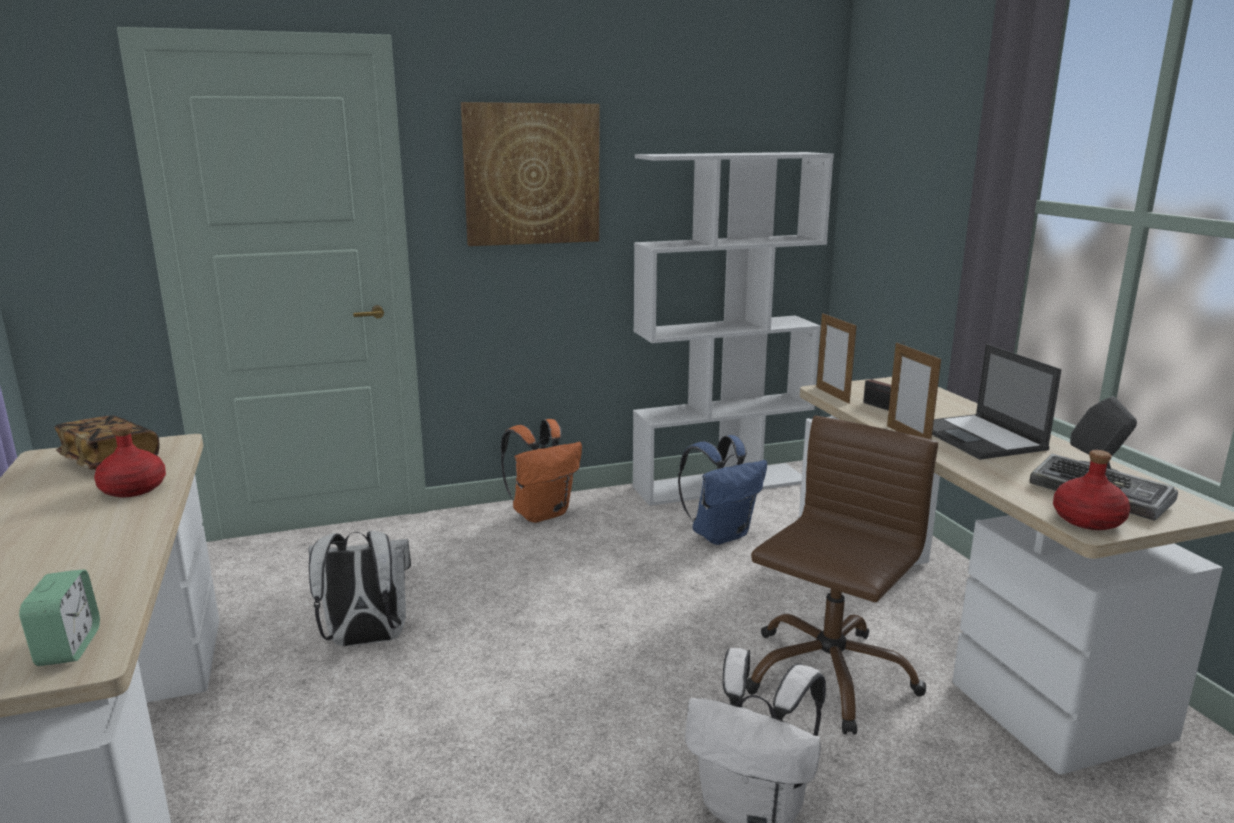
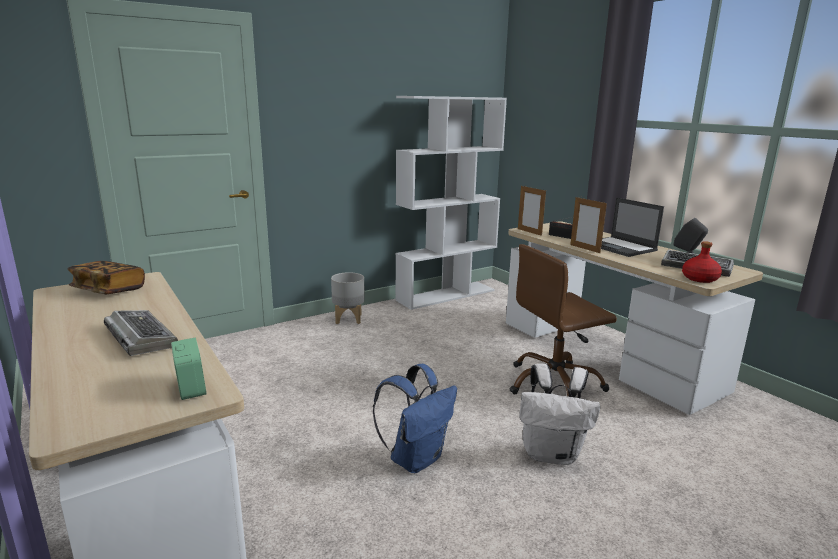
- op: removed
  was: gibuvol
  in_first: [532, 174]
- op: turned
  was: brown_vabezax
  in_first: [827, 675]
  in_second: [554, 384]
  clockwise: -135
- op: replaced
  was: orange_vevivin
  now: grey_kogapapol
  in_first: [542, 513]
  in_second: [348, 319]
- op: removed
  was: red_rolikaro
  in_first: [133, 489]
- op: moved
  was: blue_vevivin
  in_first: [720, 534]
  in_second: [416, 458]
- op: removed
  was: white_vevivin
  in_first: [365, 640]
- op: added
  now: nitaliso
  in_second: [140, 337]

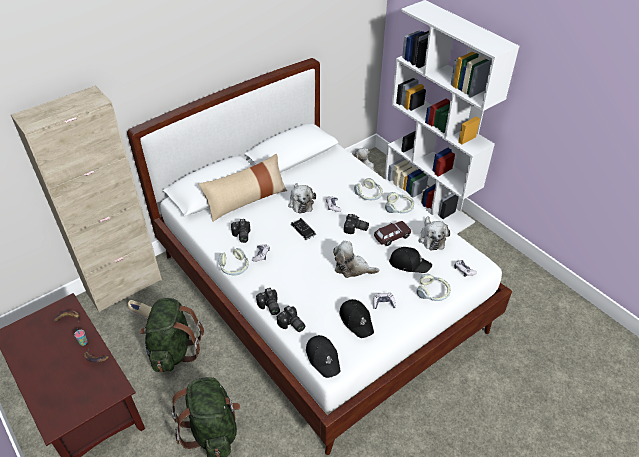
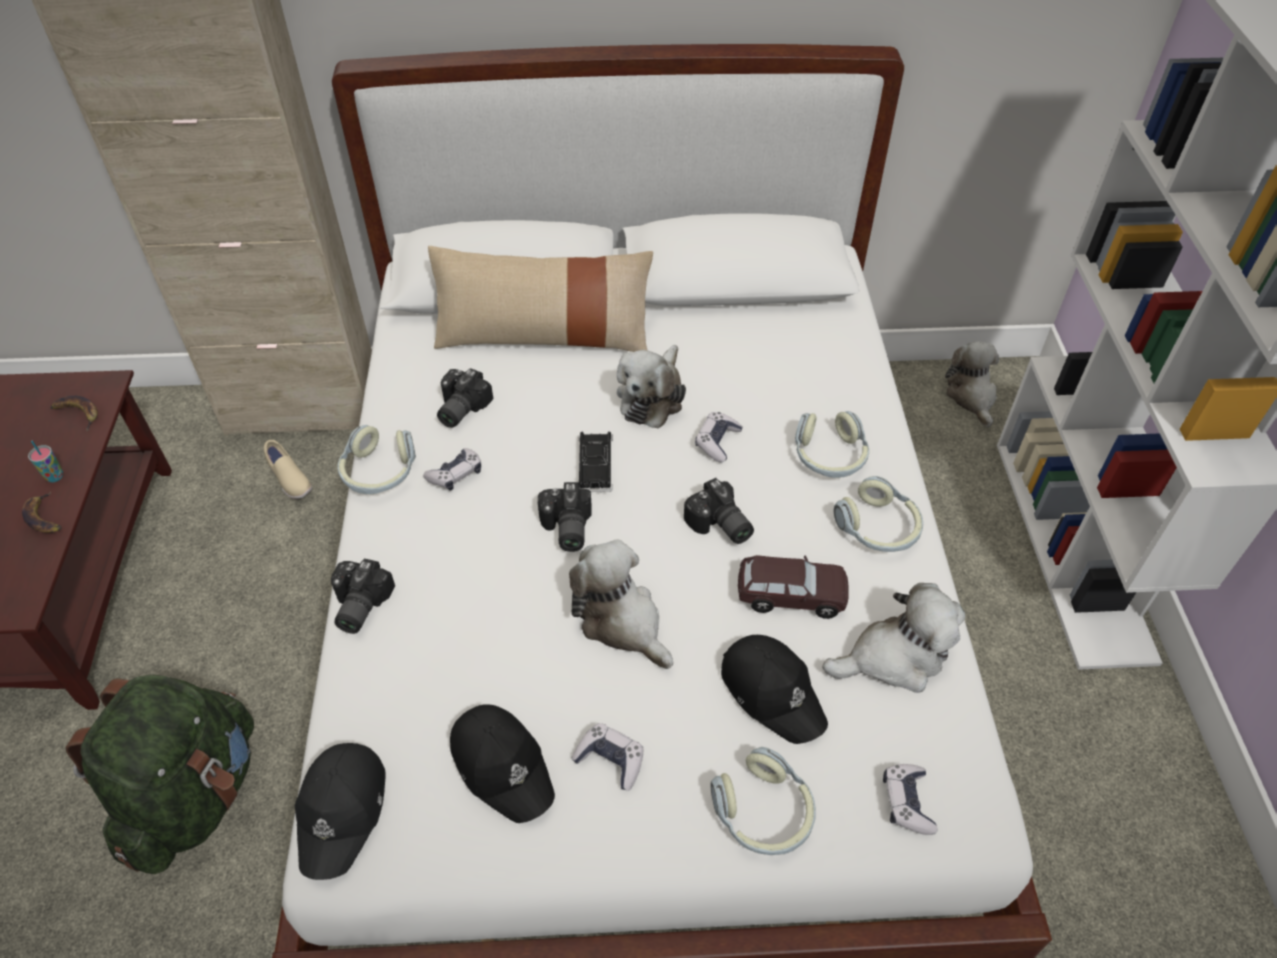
- op: turned
  was: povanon
  in_first: [431, 238]
  in_second: [894, 657]
  clockwise: -135
- op: removed
  was: green_vevivin
  in_first: [173, 350]
- op: turned
  was: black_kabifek
  in_first: [356, 320]
  in_second: [503, 765]
  clockwise: -45
- op: moved
  was: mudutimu
  in_first: [291, 325]
  in_second: [565, 529]

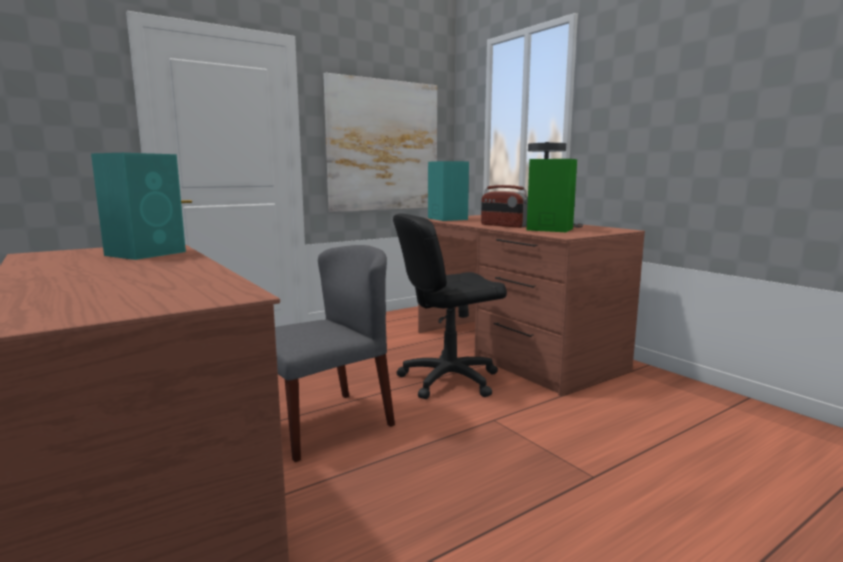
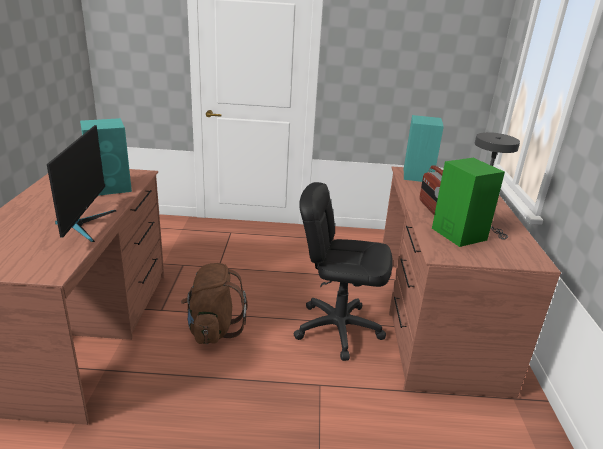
- op: removed
  was: gibuvol
  in_first: [383, 146]
- op: replaced
  was: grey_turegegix
  now: brown_vevivin
  in_first: [325, 424]
  in_second: [213, 329]
- op: added
  now: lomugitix
  in_second: [84, 224]

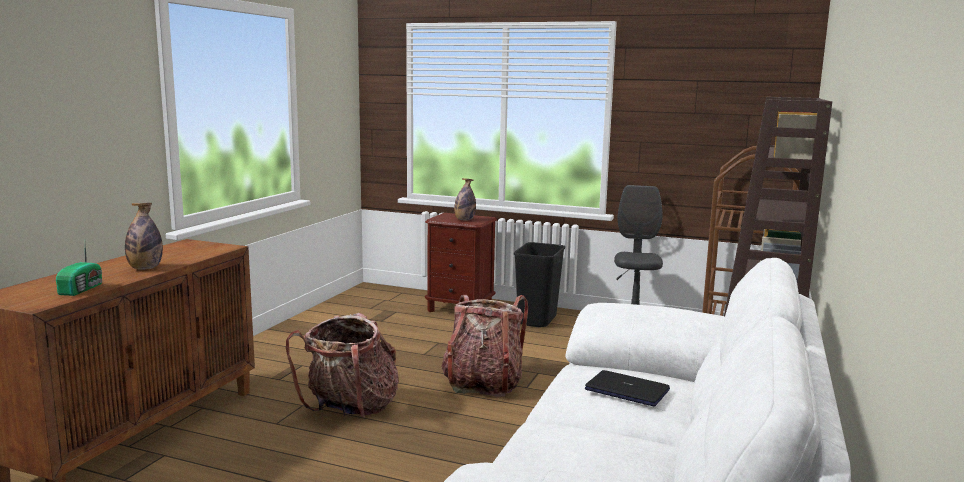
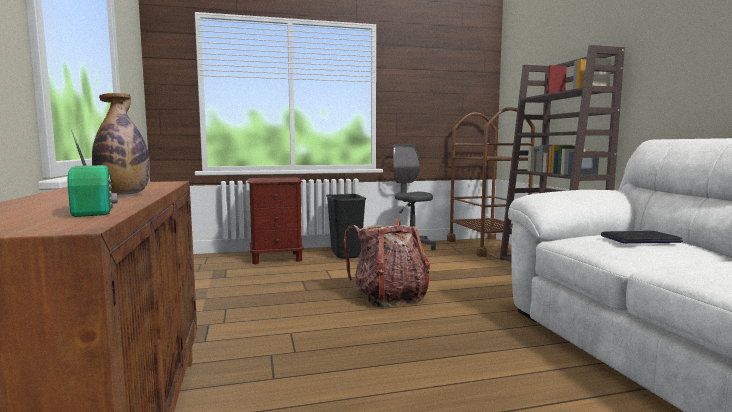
- op: removed
  was: rolikaro
  in_first: [464, 220]
- op: removed
  was: vevivin
  in_first: [350, 409]

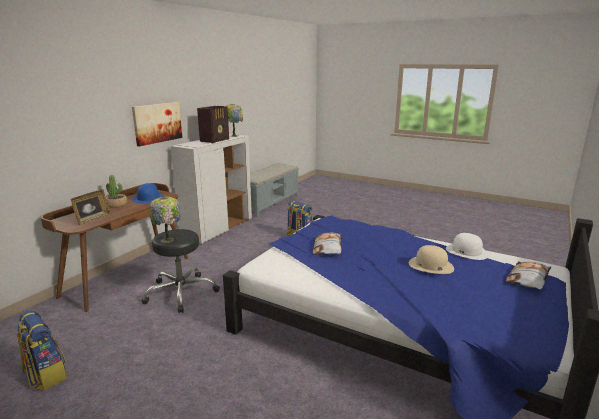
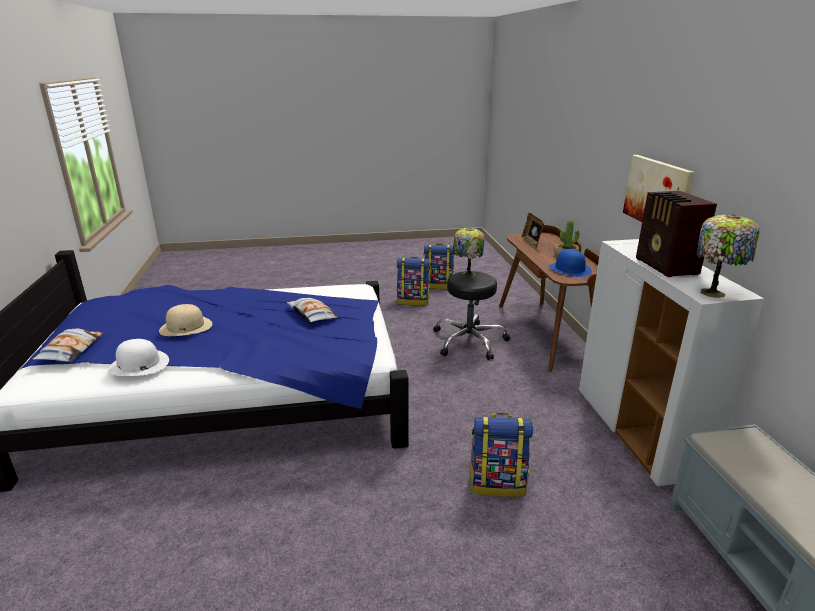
- op: added
  now: vevivin
  in_second: [413, 301]

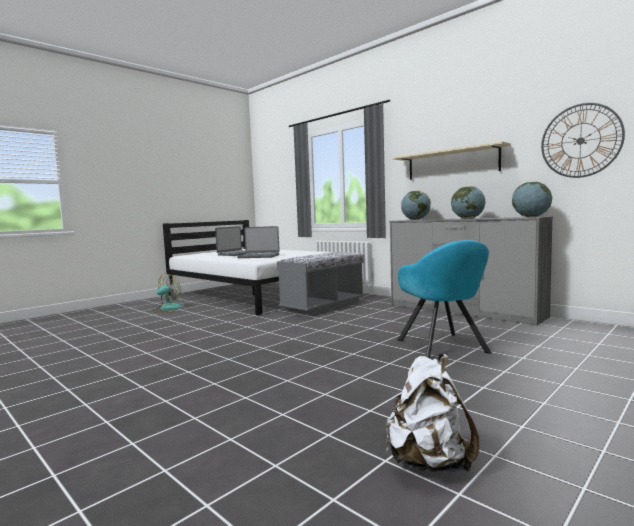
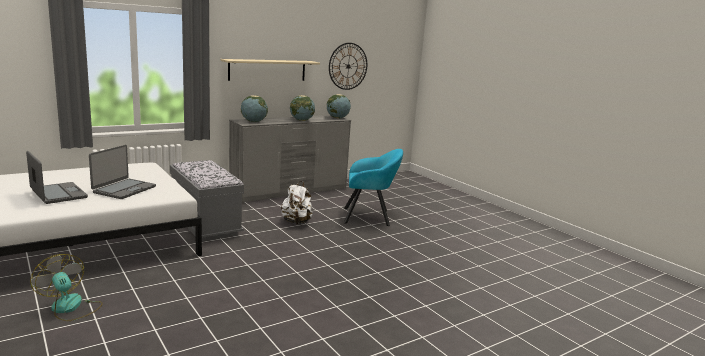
- op: moved
  was: white_vevivin
  in_first: [429, 462]
  in_second: [296, 222]

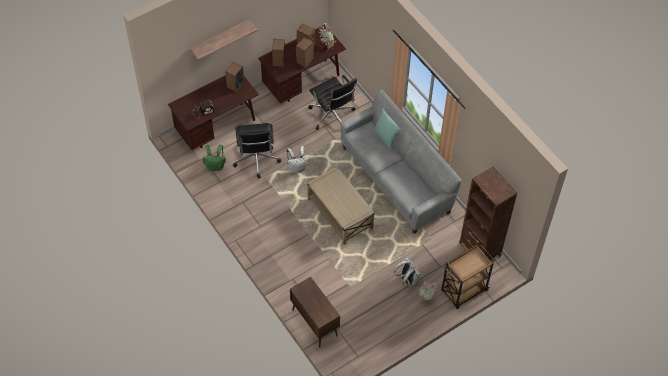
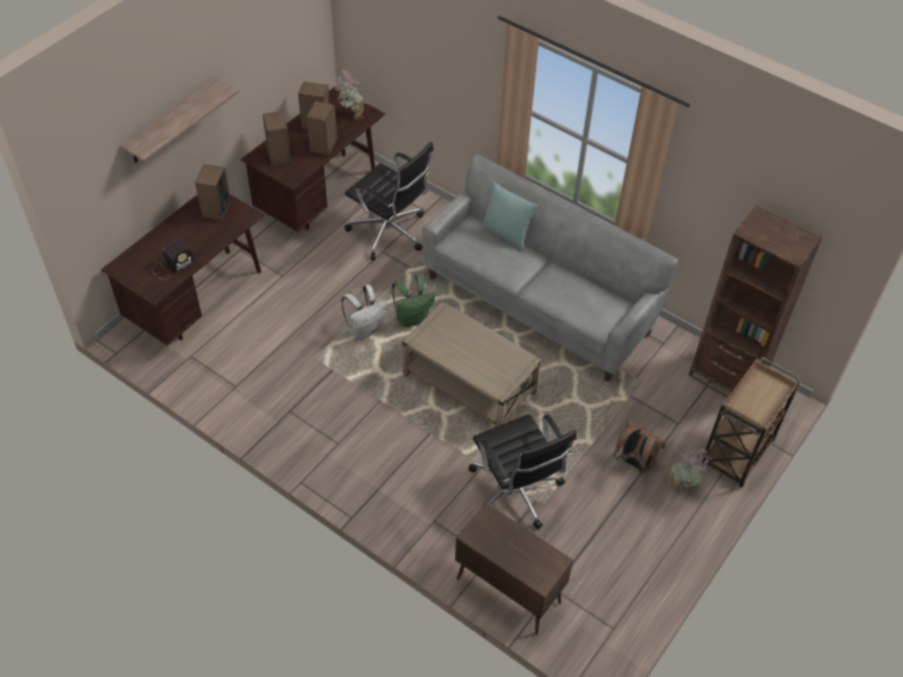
- op: moved
  was: black_vabezax
  in_first: [256, 159]
  in_second: [516, 492]
- op: moved
  was: green_vevivin
  in_first: [215, 166]
  in_second: [412, 318]
- op: recoloured
  was: white_vevivin
  now: brown_vevivin
  in_first: [407, 280]
  in_second: [634, 462]

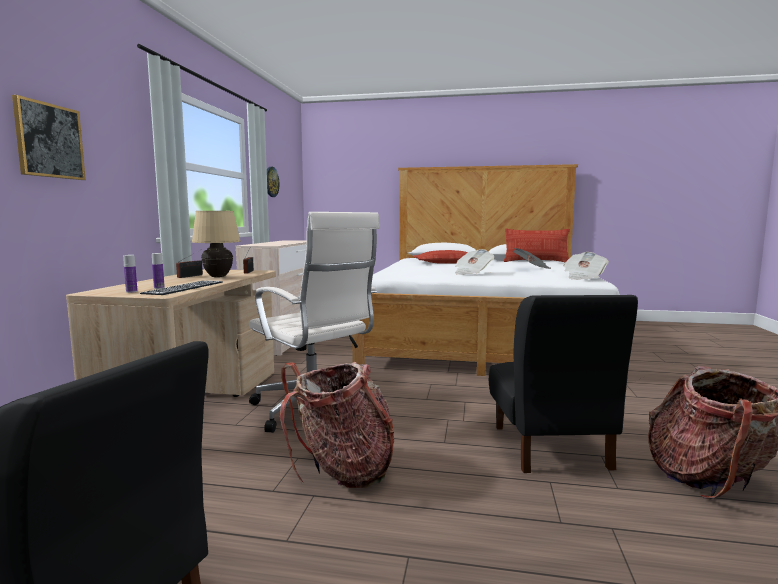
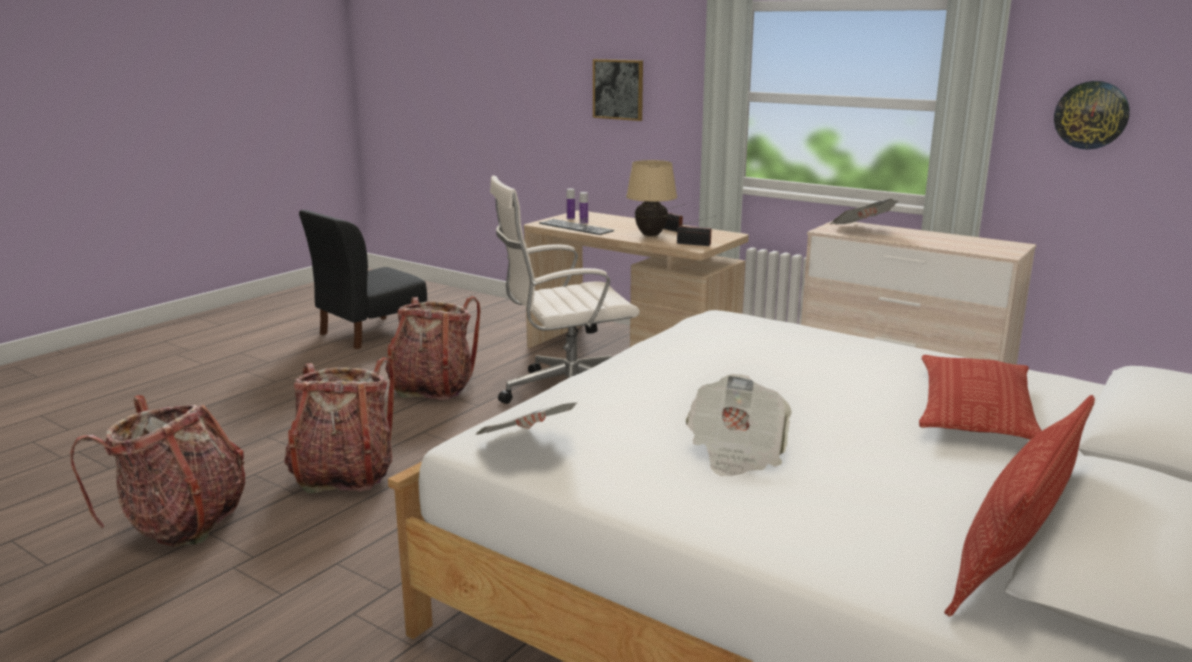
- op: moved
  was: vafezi
  in_first: [472, 273]
  in_second: [861, 230]
- op: replaced
  was: black_turegegix
  now: vevivin
  in_first: [550, 447]
  in_second: [344, 474]

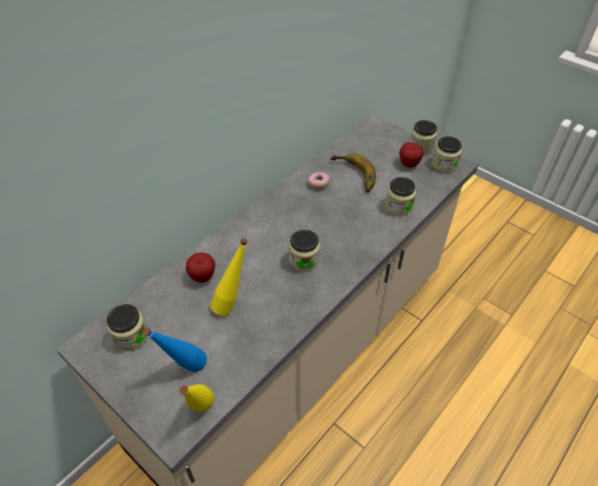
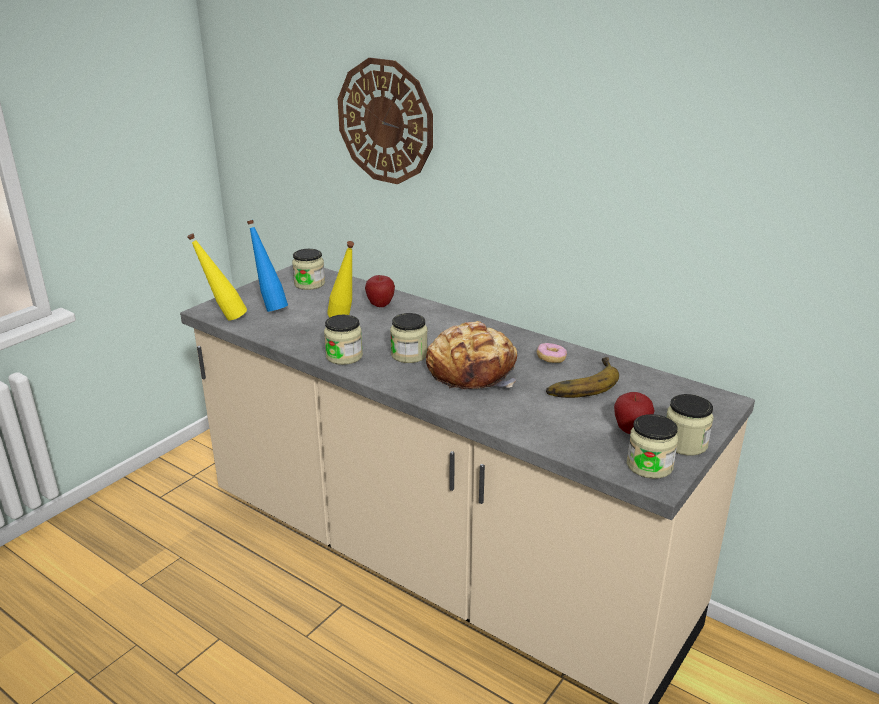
- op: moved
  was: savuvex
  in_first: [398, 207]
  in_second: [344, 356]
- op: added
  now: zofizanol
  in_second: [385, 121]
- op: added
  now: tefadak
  in_second: [472, 371]

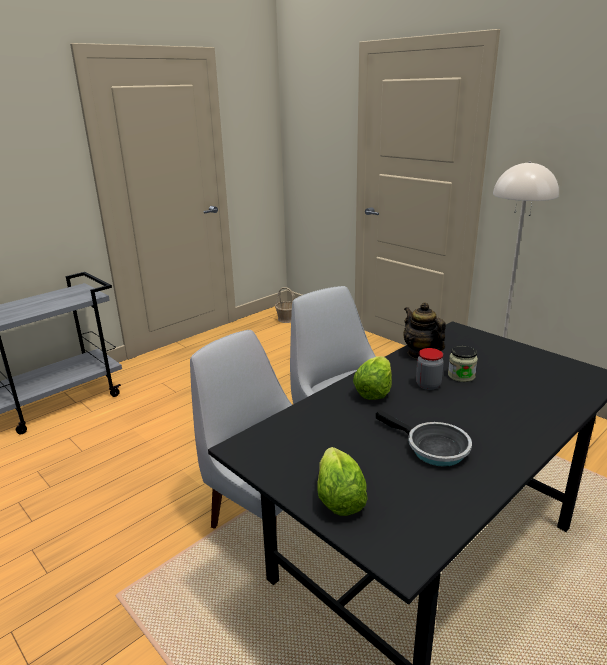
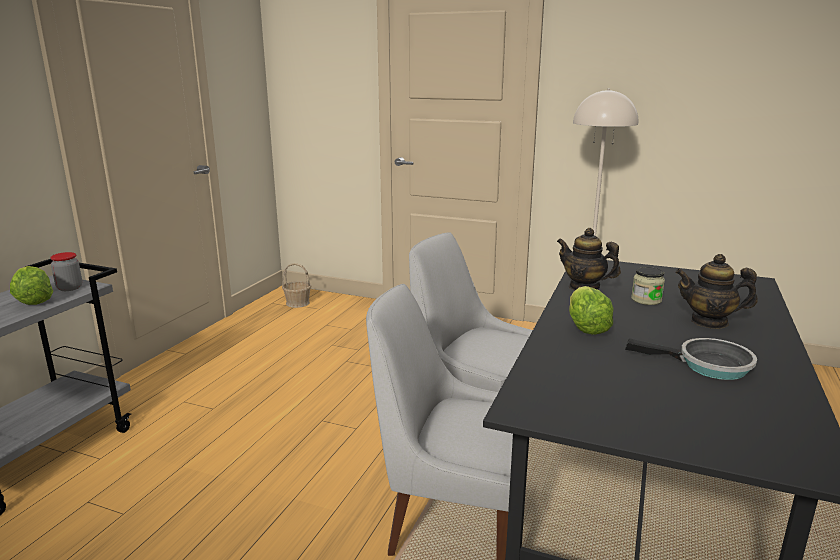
- op: moved
  was: savuvex
  in_first: [428, 385]
  in_second: [69, 288]
- op: moved
  was: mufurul
  in_first: [339, 499]
  in_second: [34, 300]
- op: added
  now: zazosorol
  in_second: [709, 321]

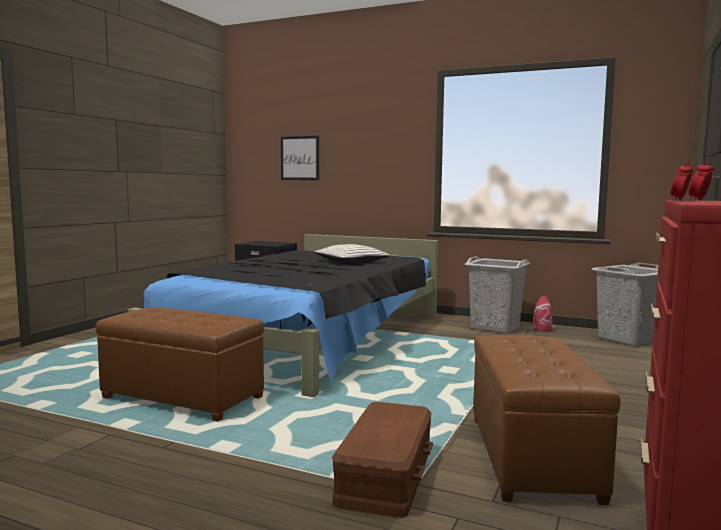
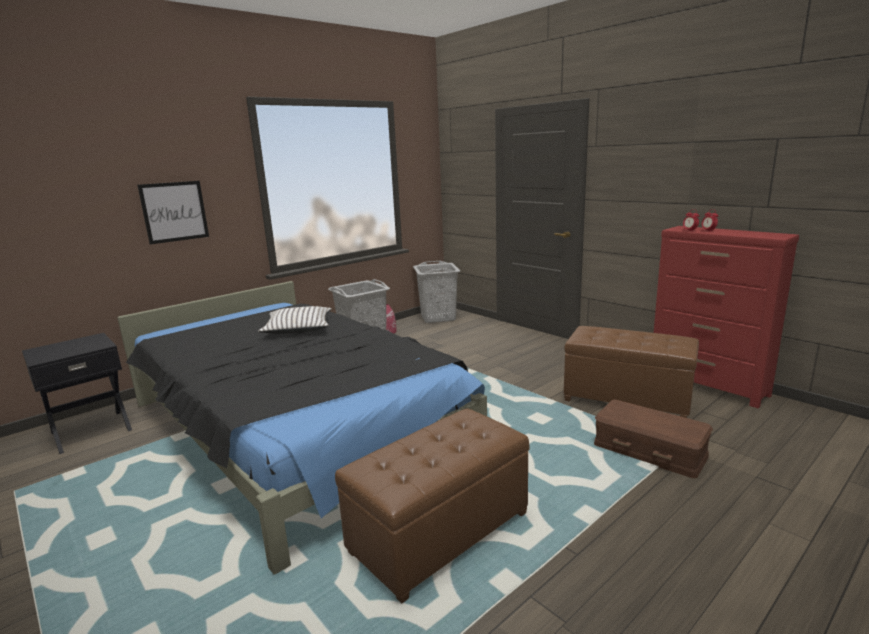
- op: moved
  was: gibuvol
  in_first: [300, 158]
  in_second: [174, 211]

